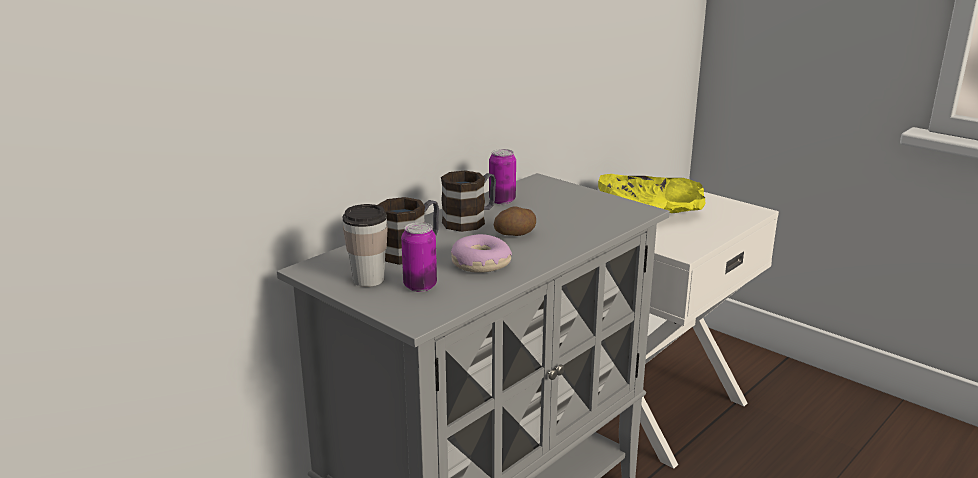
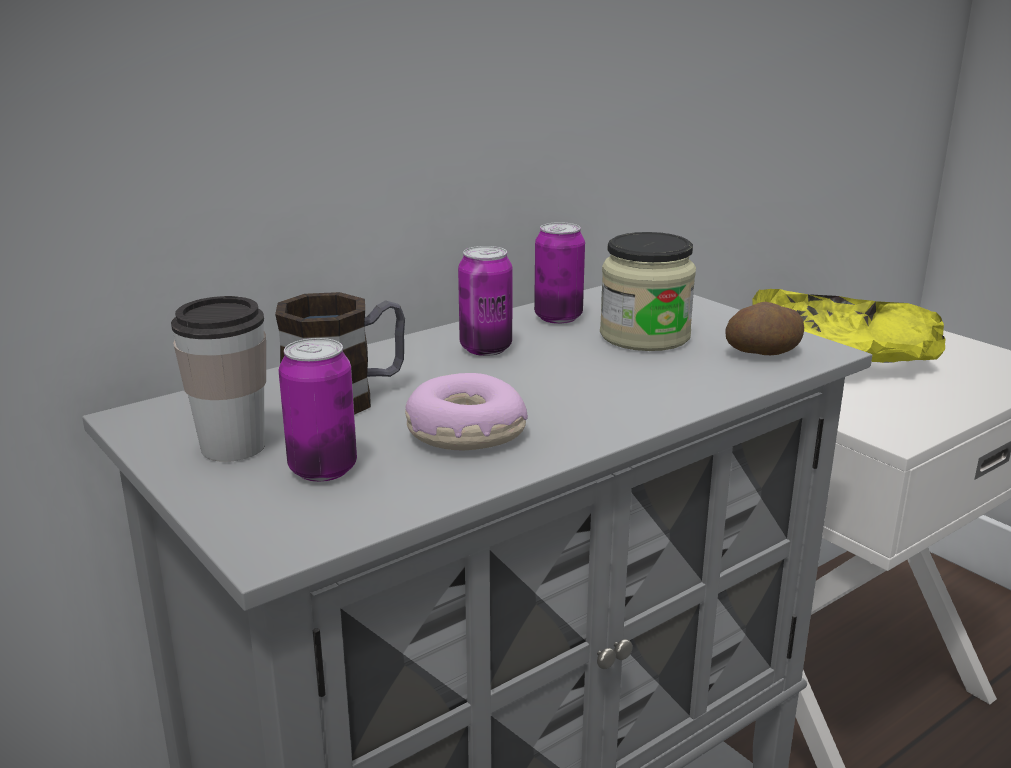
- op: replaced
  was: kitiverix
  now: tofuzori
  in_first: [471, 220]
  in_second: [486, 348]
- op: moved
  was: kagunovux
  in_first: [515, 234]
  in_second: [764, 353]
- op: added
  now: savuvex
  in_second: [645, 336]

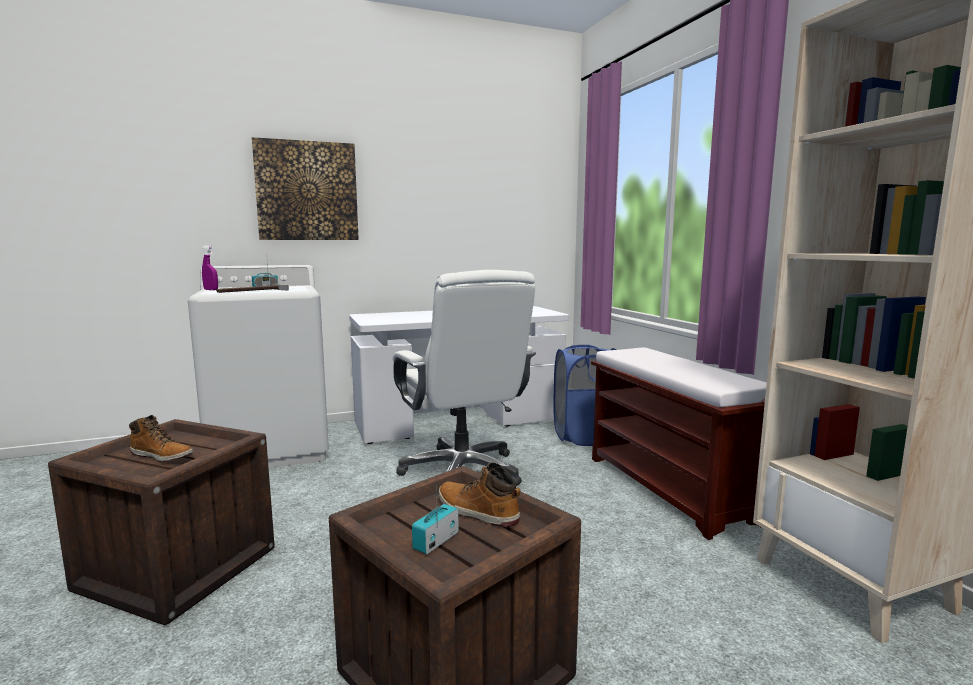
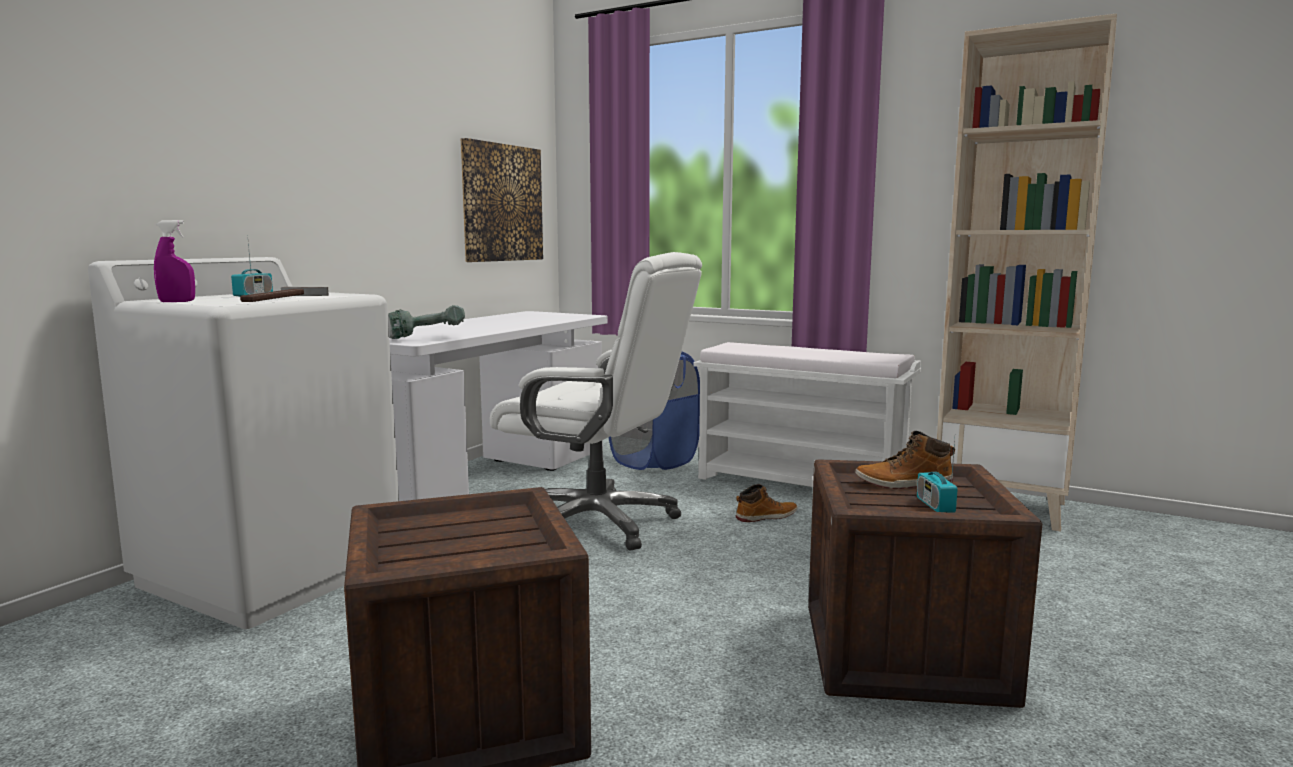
- op: moved
  was: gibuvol
  in_first: [307, 191]
  in_second: [502, 203]
- op: recoloured
  was: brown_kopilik
  now: white_kopilik
  in_first: [670, 488]
  in_second: [802, 483]
- op: moved
  was: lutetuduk
  in_first: [163, 455]
  in_second: [766, 517]
- op: added
  now: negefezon
  in_second: [426, 338]

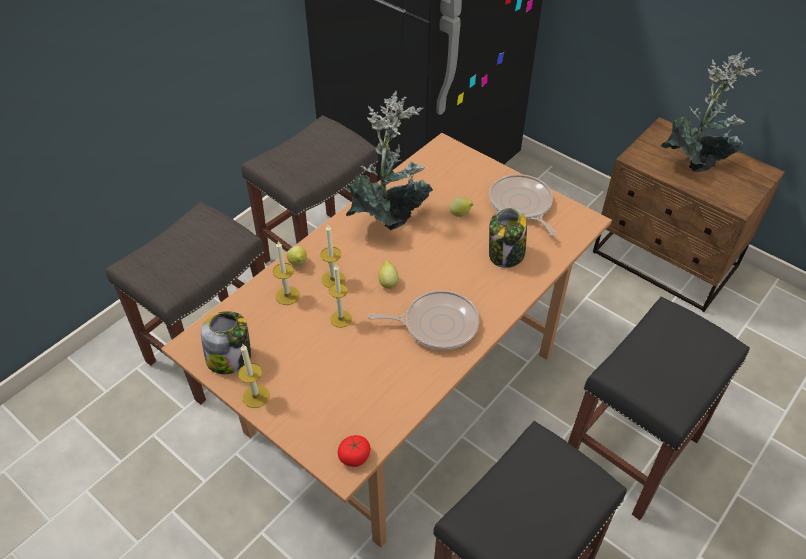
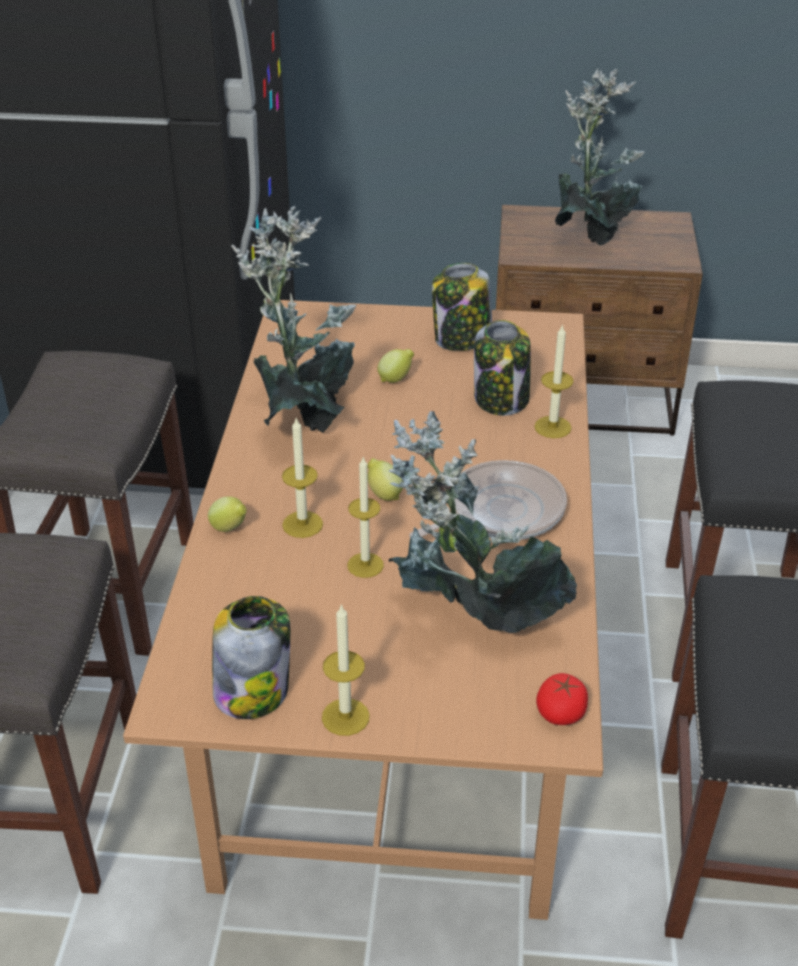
- op: replaced
  was: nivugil
  now: savuvex
  in_first: [521, 205]
  in_second: [461, 339]
- op: moved
  was: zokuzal
  in_first: [287, 295]
  in_second: [552, 427]
- op: added
  now: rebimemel
  in_second: [468, 624]

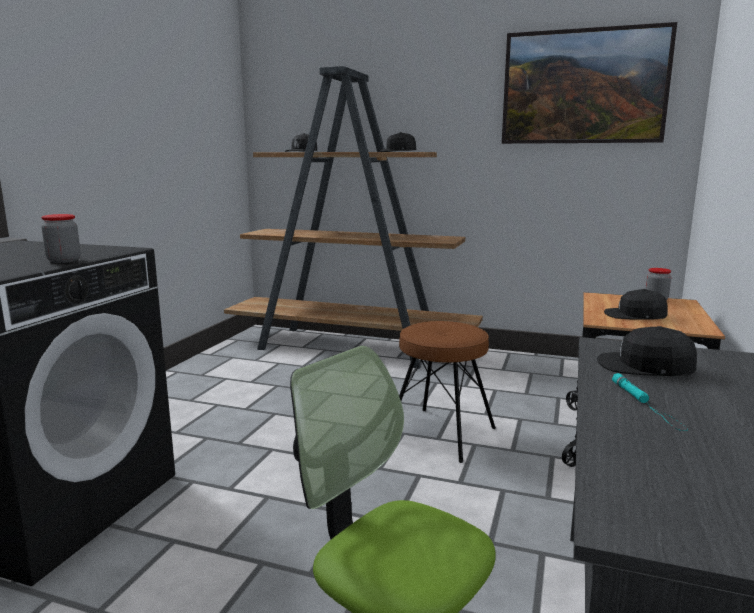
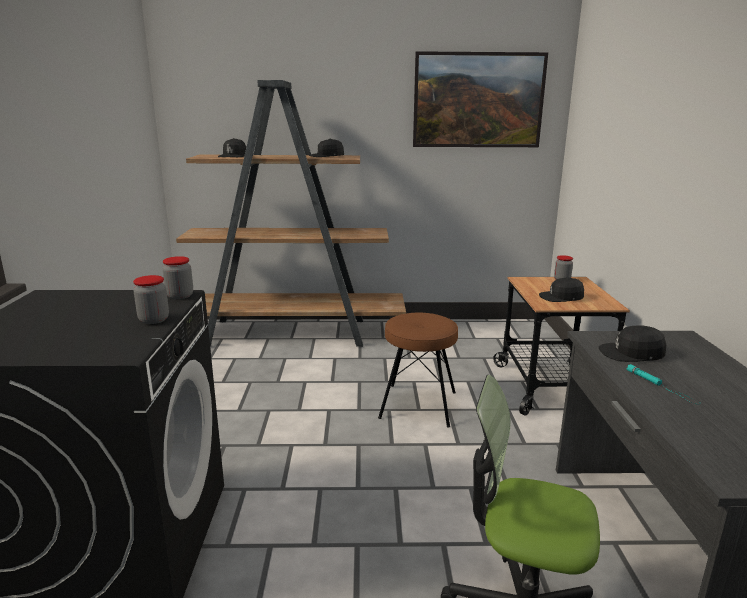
- op: added
  now: savuvex
  in_second: [180, 296]

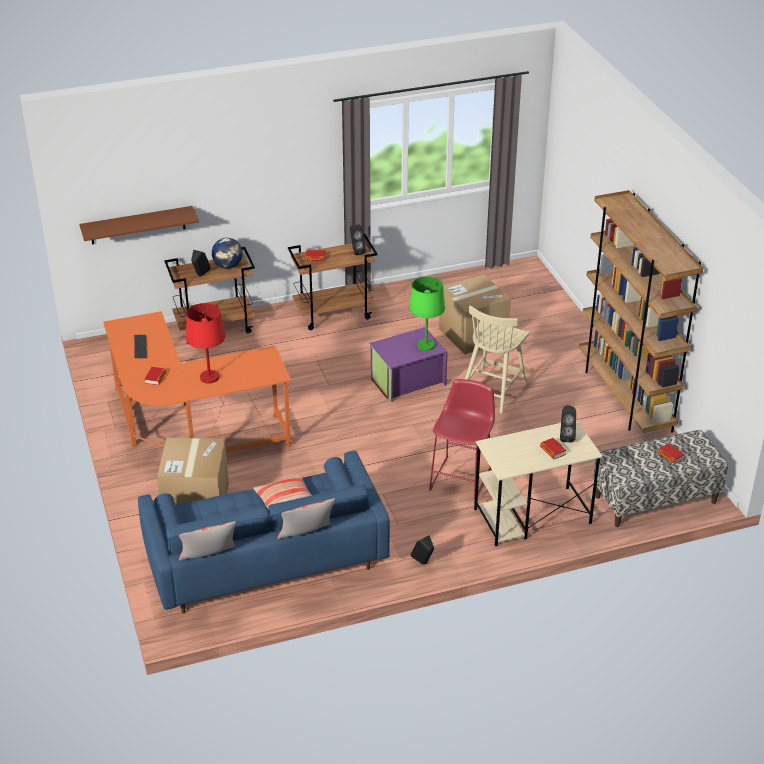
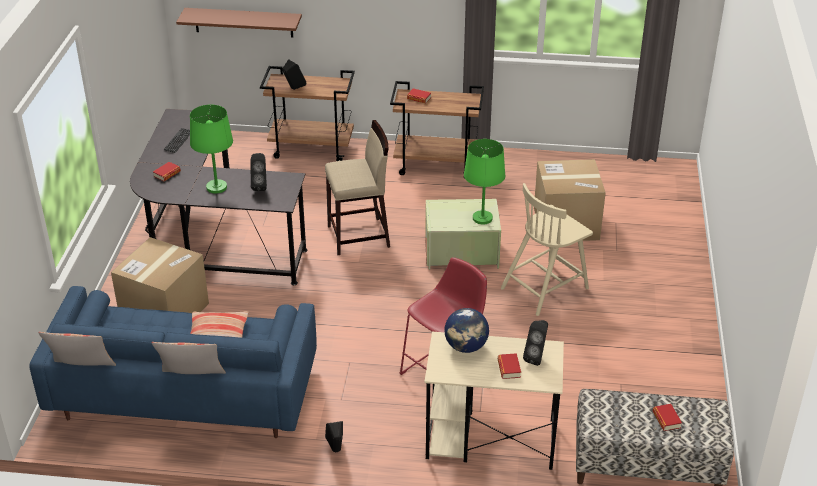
- op: removed
  was: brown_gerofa
  in_first: [625, 397]
- op: moved
  was: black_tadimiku
  in_first: [356, 251]
  in_second: [260, 186]
- op: moved
  was: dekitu
  in_first: [228, 266]
  in_second: [466, 347]
- op: recoloured
  was: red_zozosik
  now: green_zozosik
  in_first: [209, 377]
  in_second: [217, 187]
- op: recoloured
  was: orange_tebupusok
  now: black_tebupusok
  in_first: [188, 429]
  in_second: [212, 239]
- op: recoloured
  was: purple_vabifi
  now: green_vabifi
  in_first: [407, 380]
  in_second: [461, 252]
- op: added
  now: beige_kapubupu
  in_second: [359, 236]

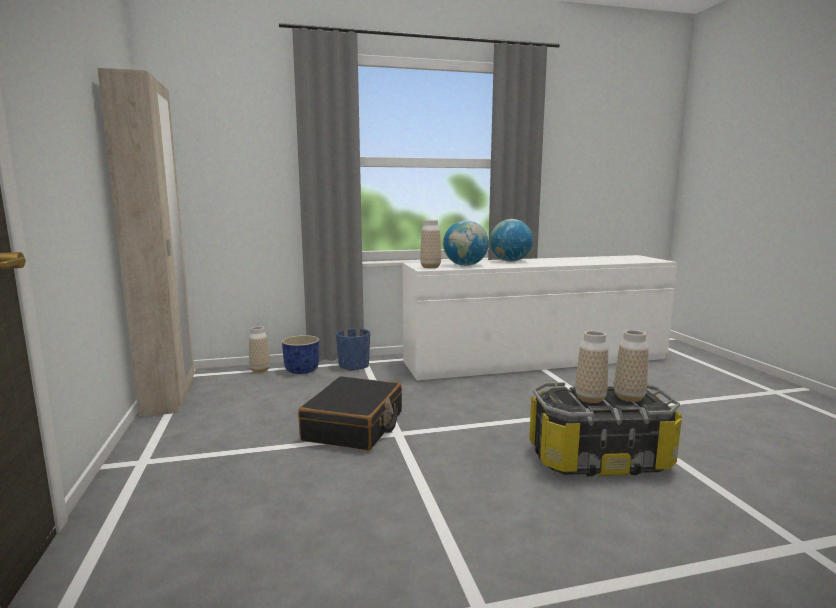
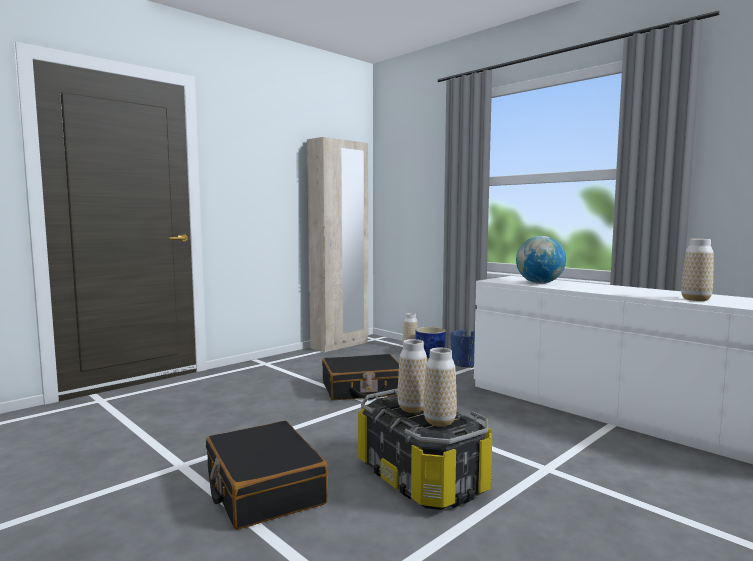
- op: removed
  was: dekitu
  in_first: [510, 261]
- op: moved
  was: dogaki
  in_first: [430, 267]
  in_second: [695, 299]
- op: added
  now: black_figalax
  in_second: [263, 489]

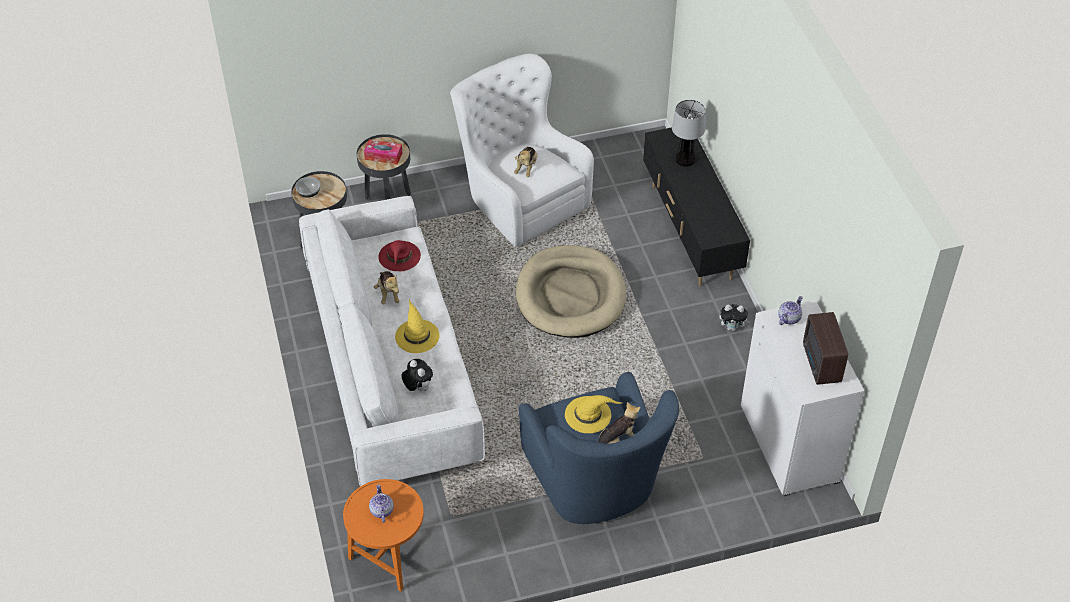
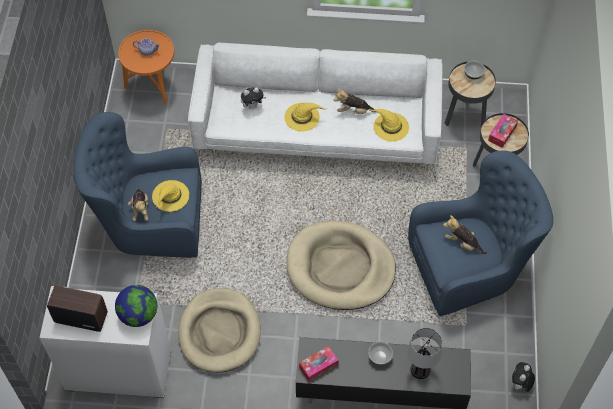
- op: recoloured
  was: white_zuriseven
  now: blue_zuriseven
  in_first: [519, 198]
  in_second: [471, 267]
- op: recoloured
  was: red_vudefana
  now: yellow_vudefana
  in_first: [399, 256]
  in_second: [390, 126]
- op: replaced
  was: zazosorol
  now: dekitu
  in_first: [788, 318]
  in_second: [138, 315]
- op: moved
  was: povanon
  in_first: [732, 327]
  in_second: [520, 384]
- op: added
  now: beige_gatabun
  in_second: [219, 332]
- op: added
  now: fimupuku
  in_second: [379, 357]
- op: added
  now: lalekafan
  in_second: [318, 366]

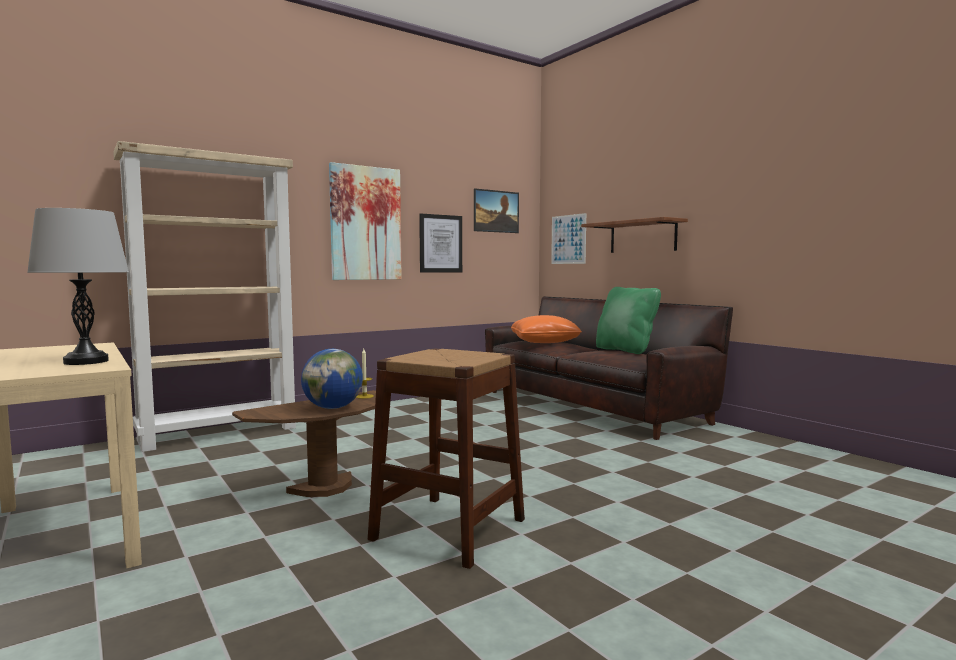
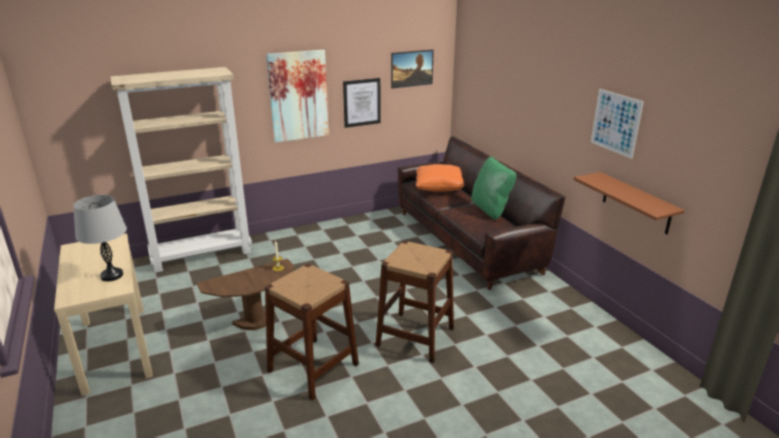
- op: moved
  was: gibuvol
  in_first: [568, 239]
  in_second: [615, 123]
- op: moved
  was: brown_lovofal
  in_first: [642, 237]
  in_second: [636, 203]
- op: removed
  was: dekitu
  in_first: [333, 408]
- op: added
  now: brown_kapubupu
  in_second: [415, 336]

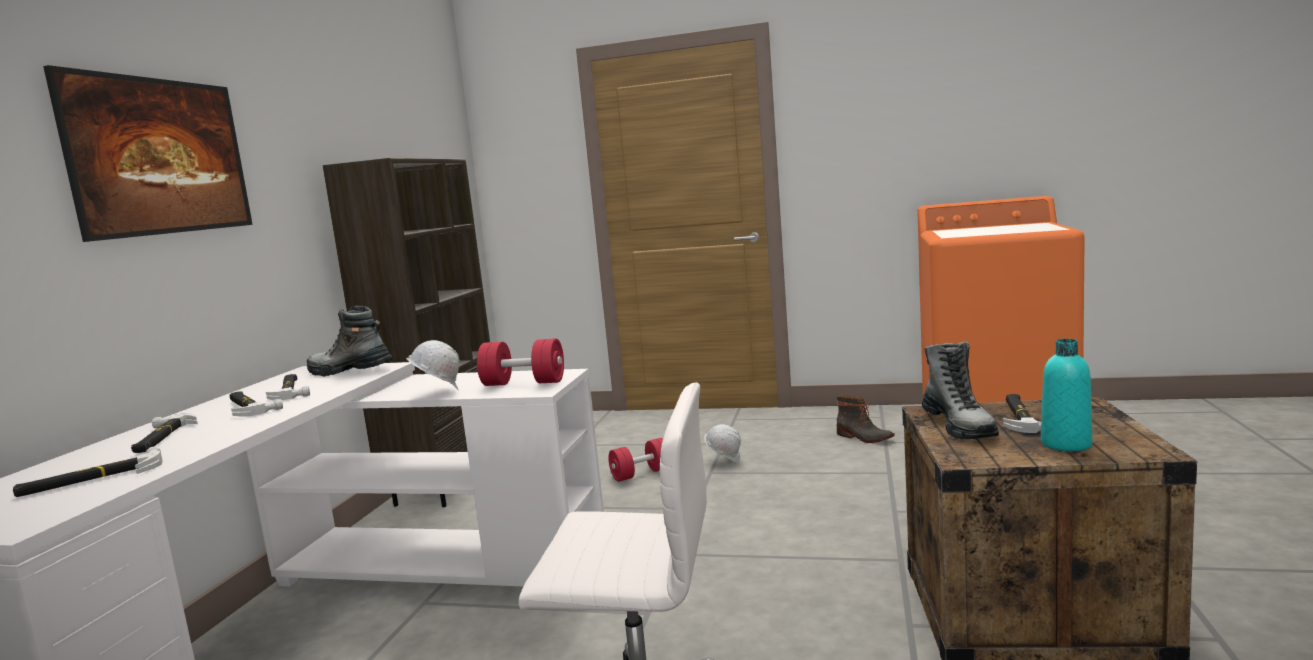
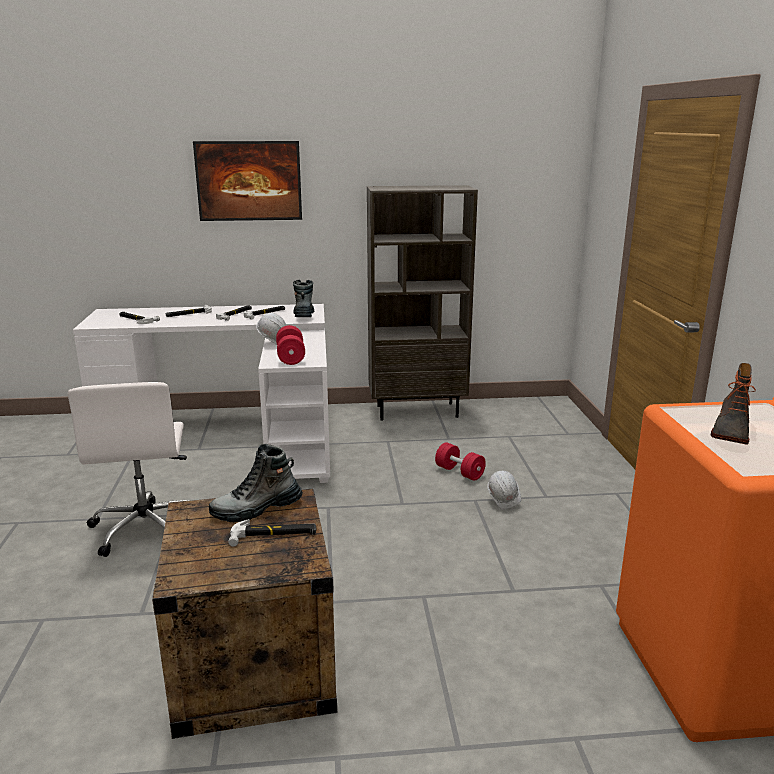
- op: removed
  was: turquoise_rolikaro
  in_first: [1066, 444]
- op: moved
  was: lutetuduk
  in_first: [864, 437]
  in_second: [730, 431]

